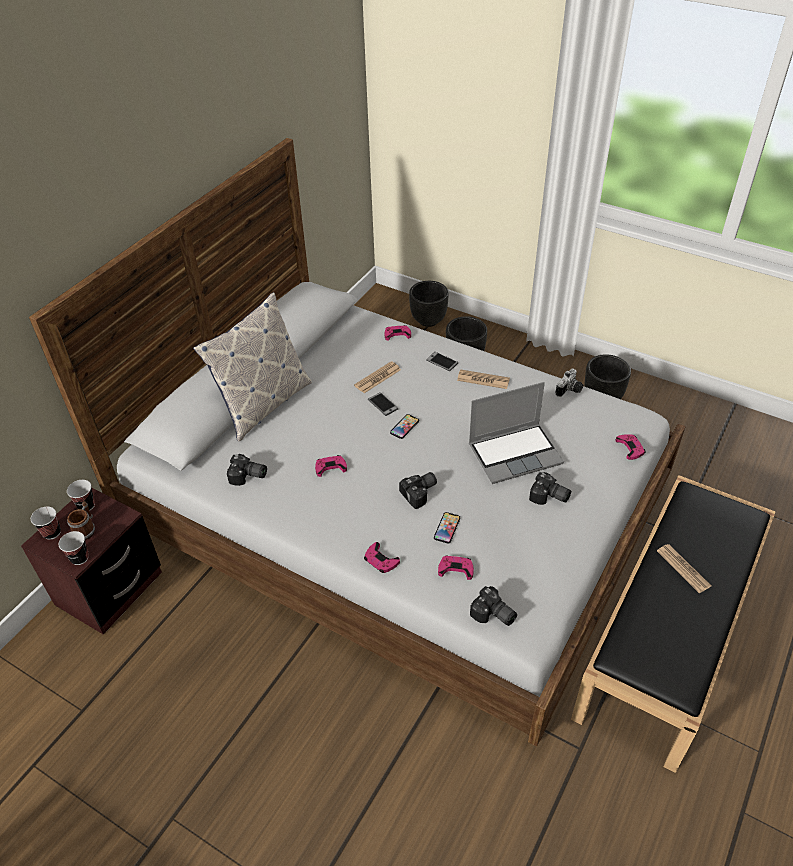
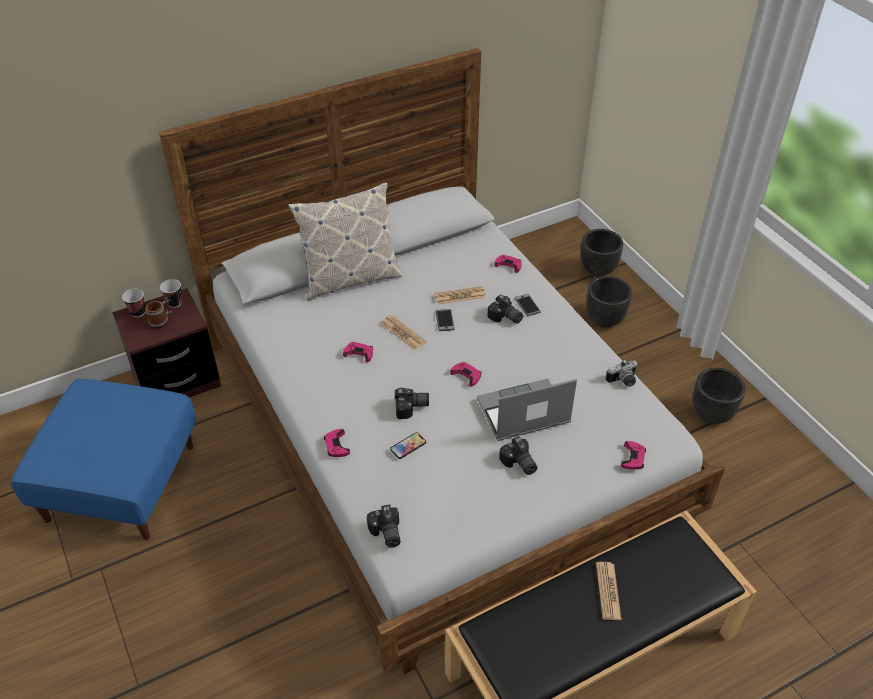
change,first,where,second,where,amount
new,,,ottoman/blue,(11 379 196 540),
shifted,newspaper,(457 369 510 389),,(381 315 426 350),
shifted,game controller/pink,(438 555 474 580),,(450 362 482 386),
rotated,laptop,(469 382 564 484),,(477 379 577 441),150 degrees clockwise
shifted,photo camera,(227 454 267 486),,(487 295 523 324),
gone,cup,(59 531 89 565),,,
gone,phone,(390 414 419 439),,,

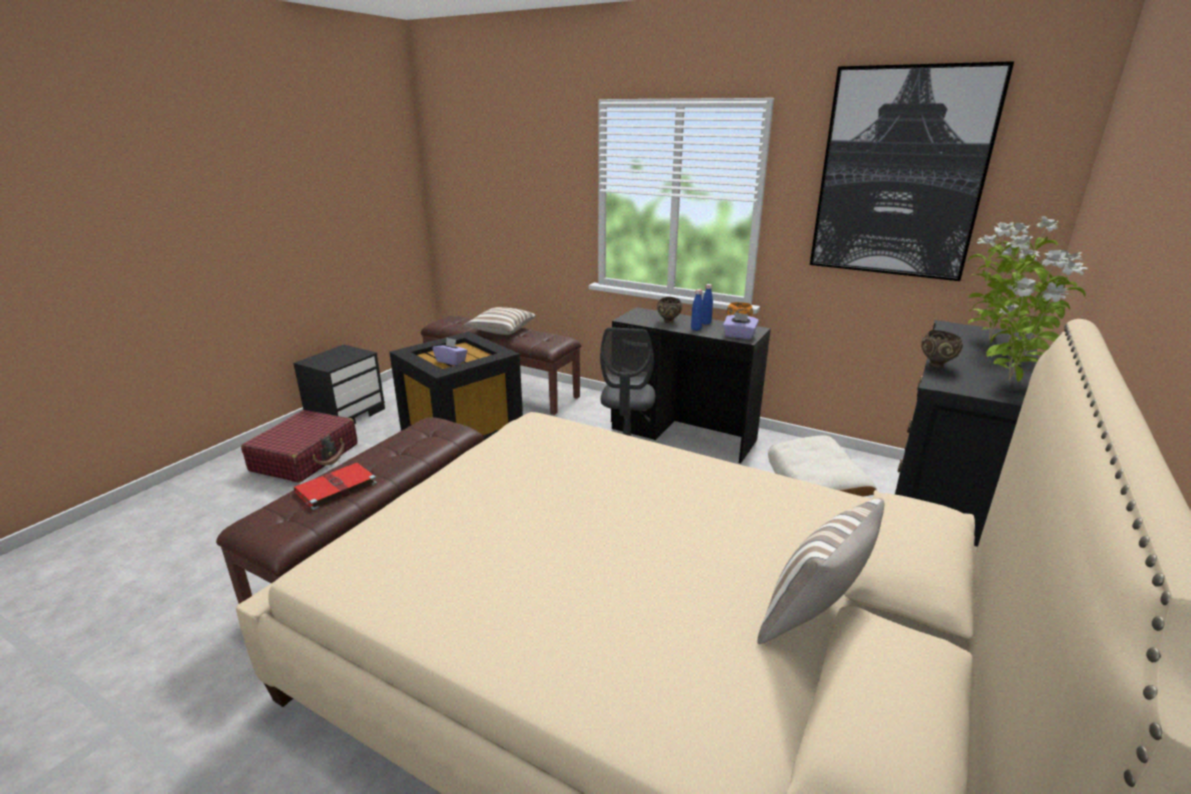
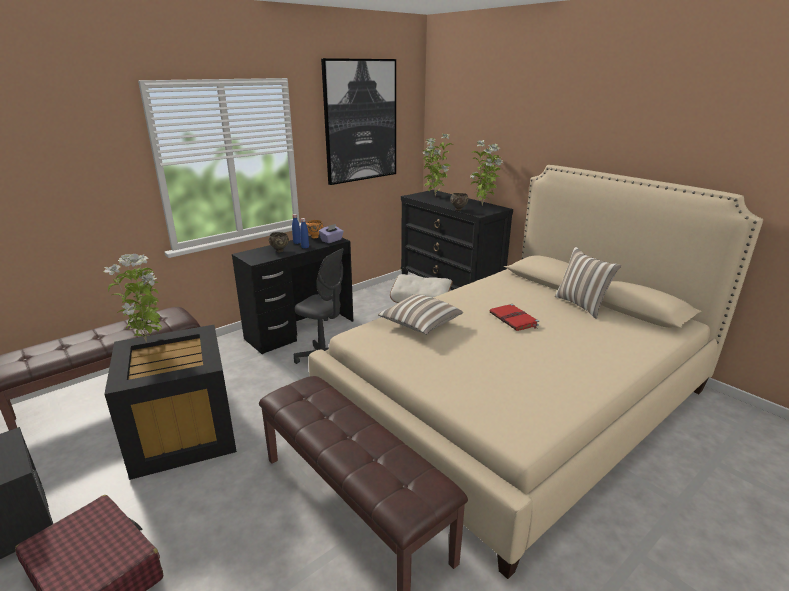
change,first,where,second,where,amount
new,,,potted plant,(104 254 162 342),
shifted,pillow,(464 307 536 335),,(378 294 463 335),
shifted,book/red,(294 463 377 510),,(490 304 539 331),
gone,tissue box/purple,(432 338 468 365),,,

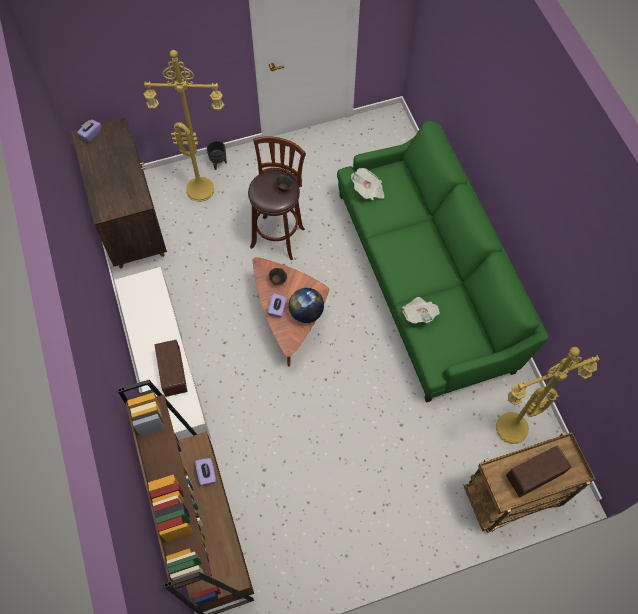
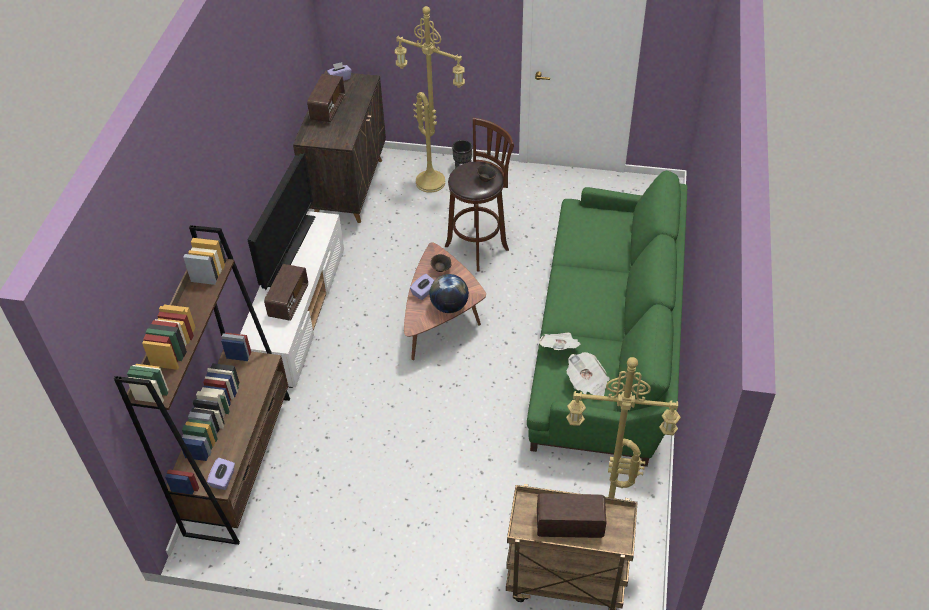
change,first,where,second,where,amount
shifted,tissue box/purple,(195 458 216 486),,(207 458 235 490),
new,,,television,(247 153 315 290),
new,,,radio,(307 74 345 122),
shifted,newspaper,(351 168 385 200),,(567 352 610 396),

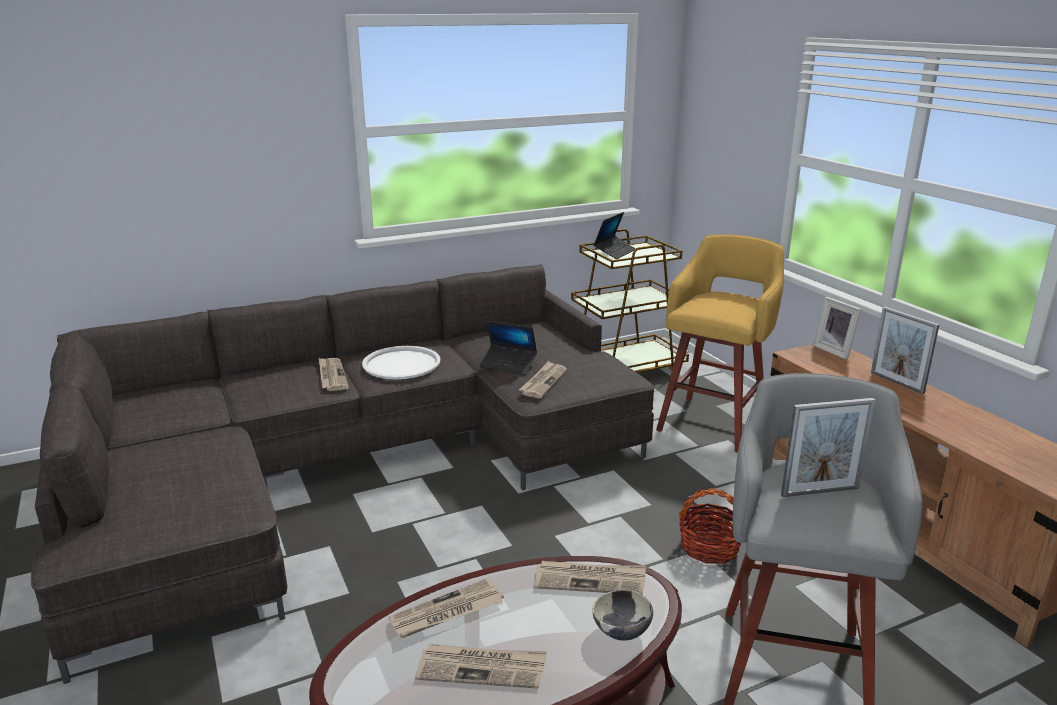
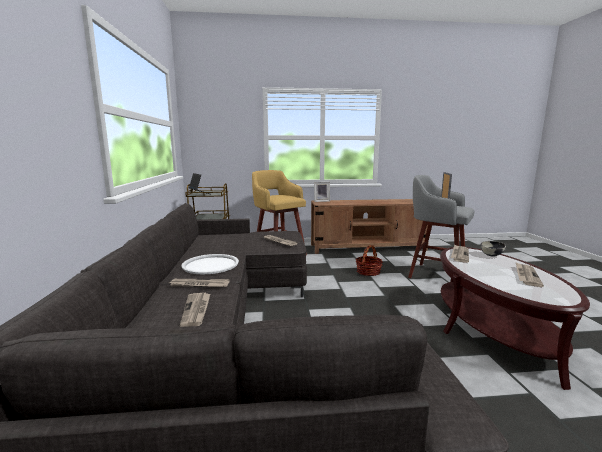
change,first,where,second,where,amount
shifted,newspaper,(389 578 504 638),,(180 293 210 327),
gone,laptop,(479 321 537 375),,,
gone,picture frame,(871 307 939 394),,,

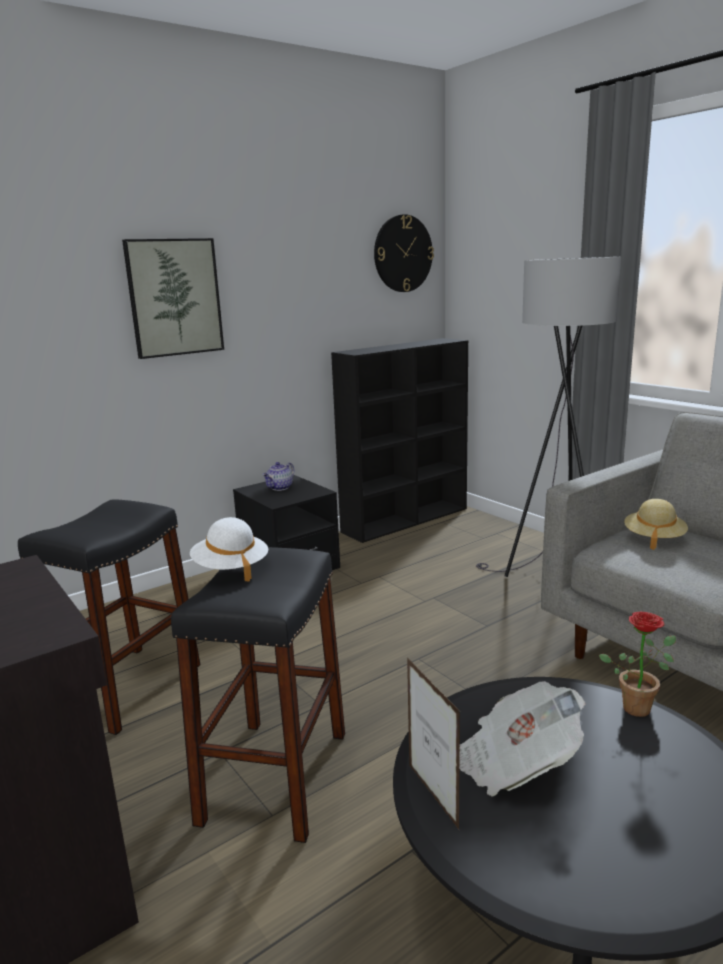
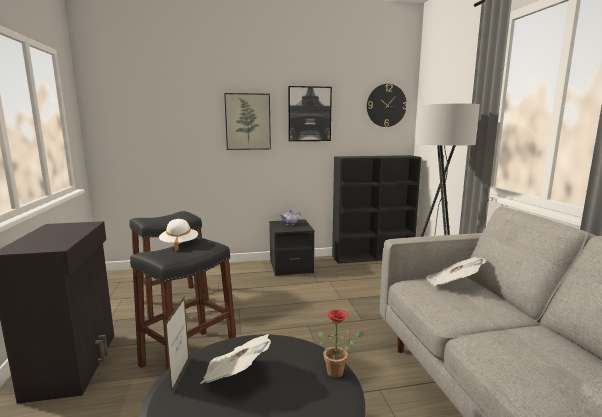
change,first,where,second,where,amount
new,,,picture,(288 86 332 141),
swapped,hat/beige,(624 499 688 550),newspaper,(426 257 486 286),

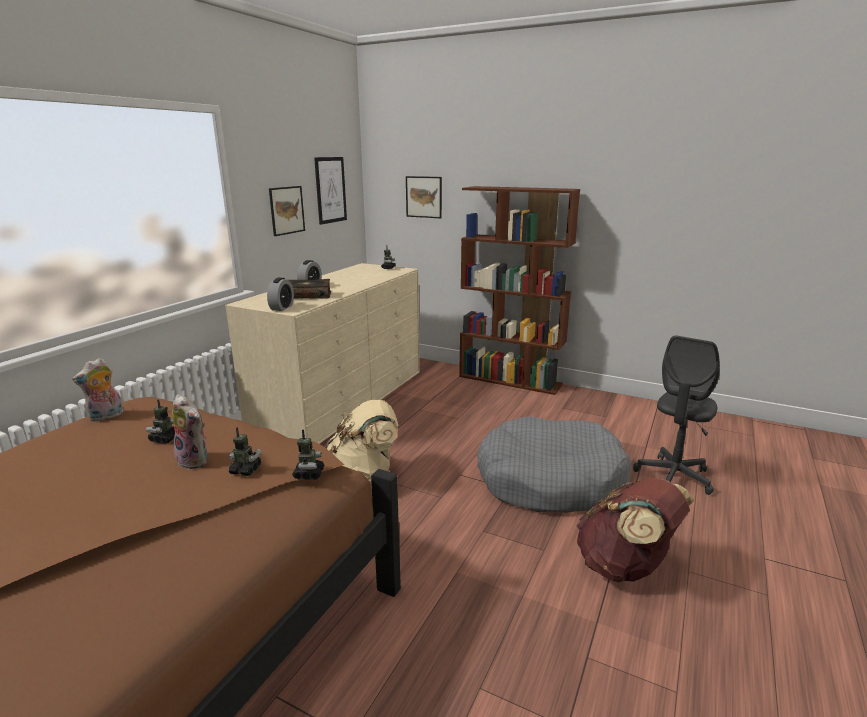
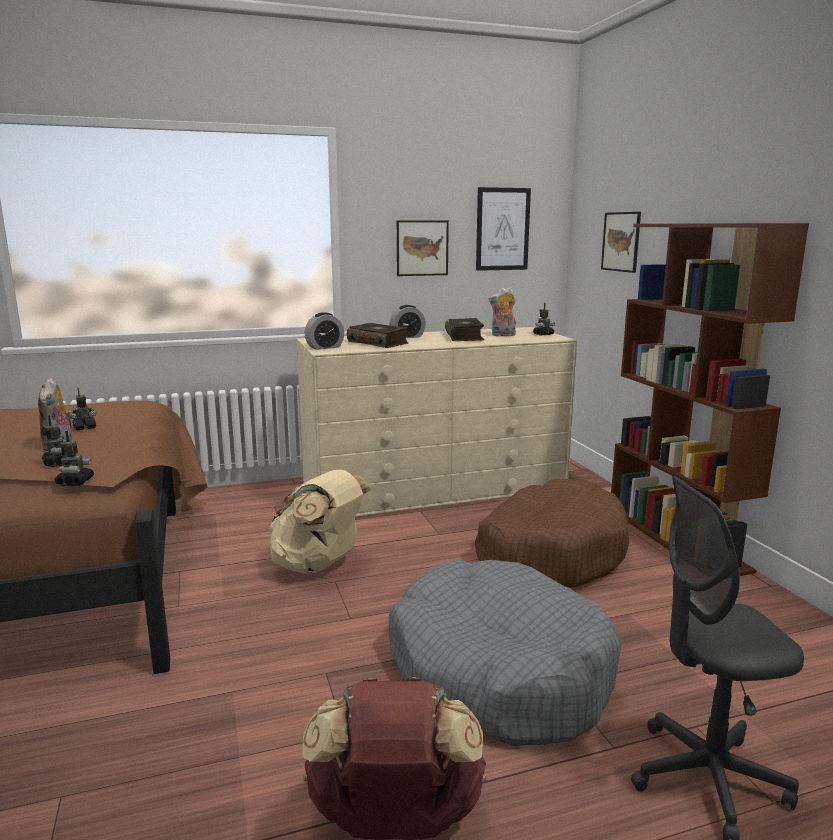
change,first,where,second,where,amount
rotated,toy robot,(292 430 325 480),,(54 431 94 486),45 degrees counterclockwise
new,,,book,(445 318 485 341),
new,,,dog bed/brown,(475 479 629 588),
shifted,plush toy,(72 358 123 422),,(489 287 516 336),

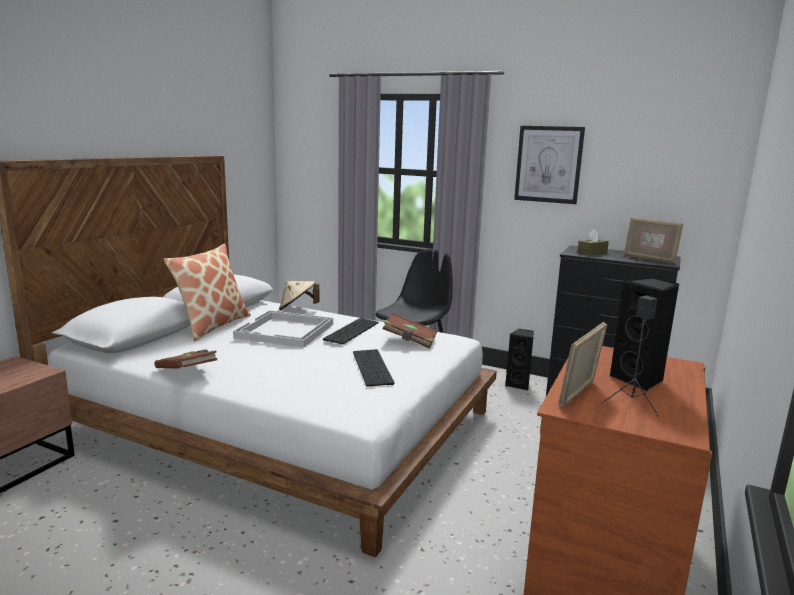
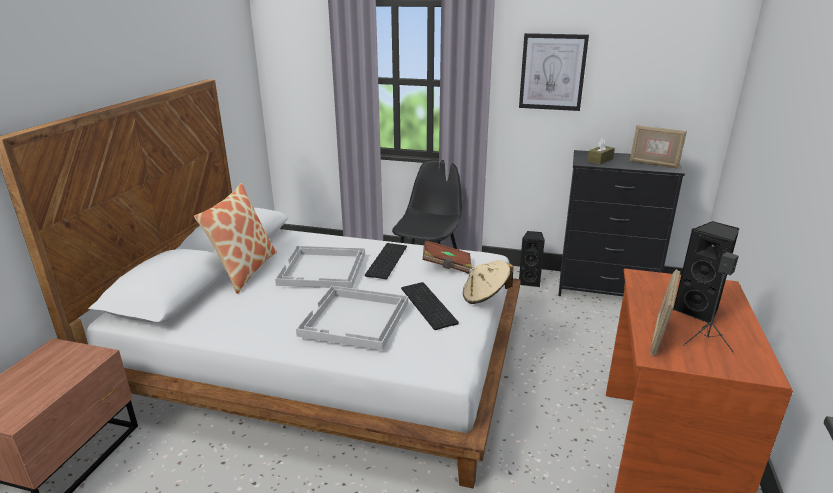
change,first,where,second,where,amount
new,,,tray/white,(296 286 408 350),
shifted,hat/beige,(279 281 320 310),,(463 260 513 304),
gone,book/brown,(155 349 217 368),,,

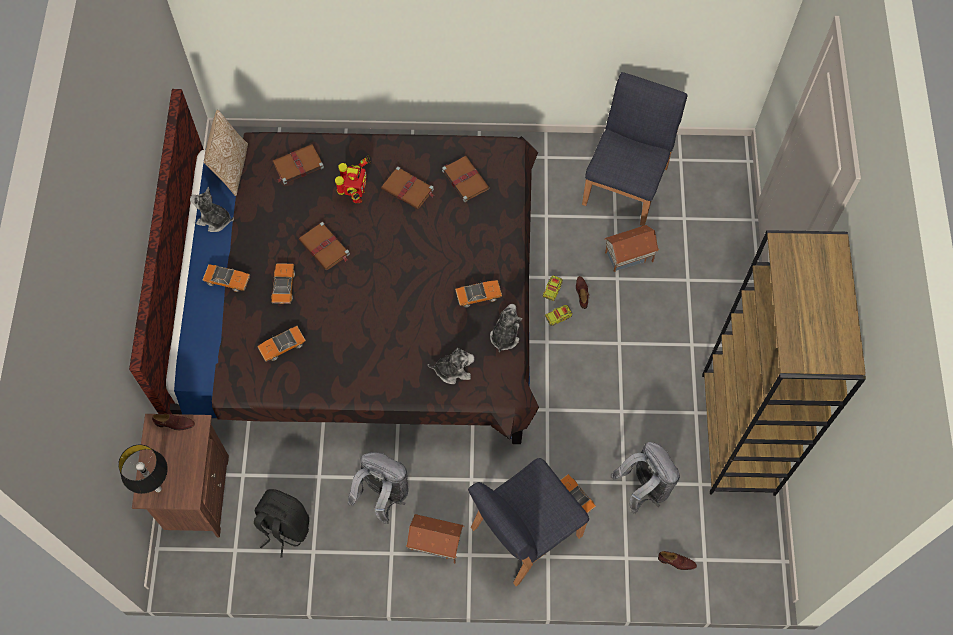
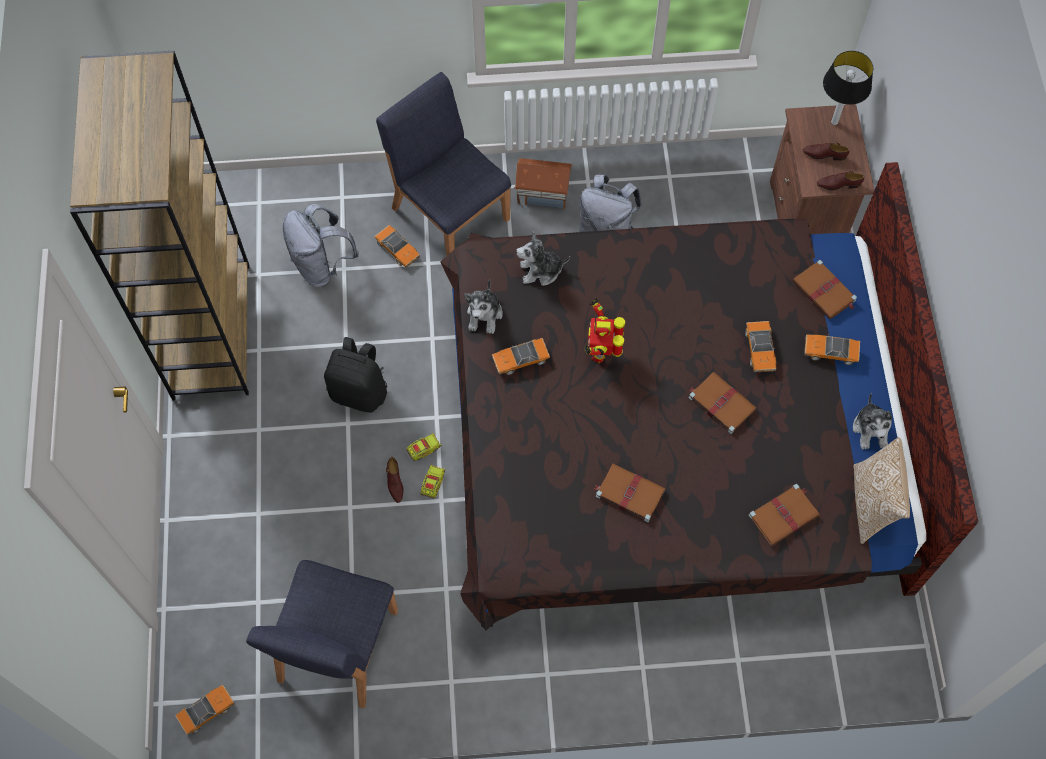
change,first,where,second,where,amount
shifted,toy car,(258 326 306 362),,(175 685 235 735),
shifted,backpack/black,(254 489 309 558),,(324 337 387 413),
rotated,chair/blue,(468 458 589 587),,(376 72 511 256),90 degrees counterclockwise
shifted,toy robot,(335 155 371 203),,(584 297 625 363),
shifted,book/brown,(442 156 489 202),,(792 260 857 319),
shifted,shoe/brown,(658 551 697 570),,(803 143 849 161),
rotated,plush toy,(190 187 234 232),,(853 393 892 449),75 degrees clockwise
gone,toy house,(605 225 659 272),,,

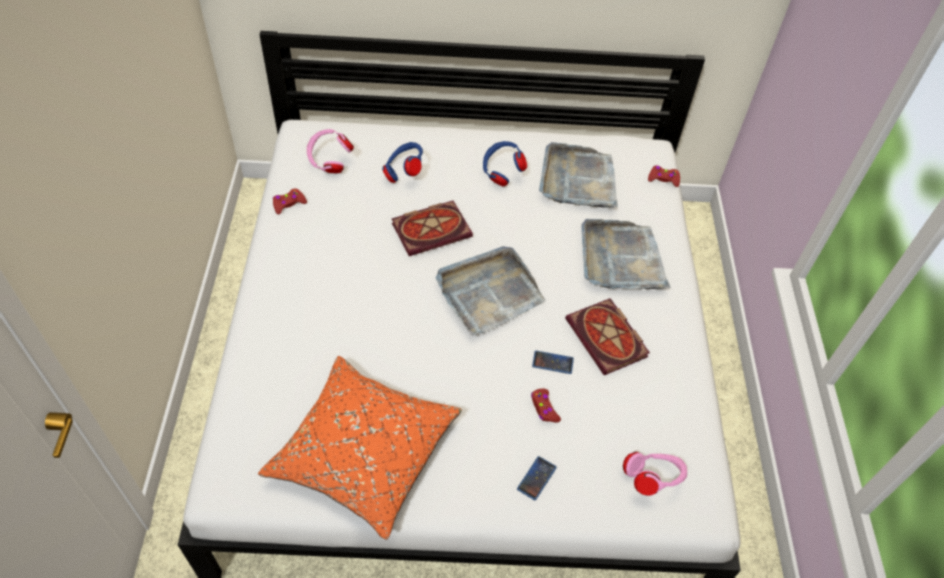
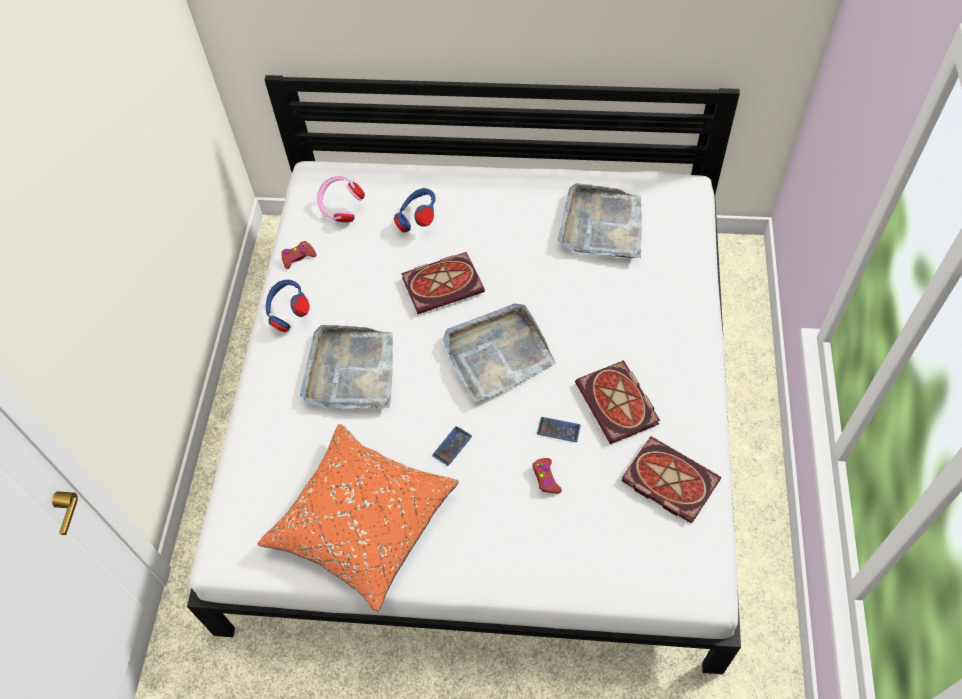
change,first,where,second,where,amount
shifted,headphones/blue,(483 141 527 187),,(266 280 310 332),
shifted,tray/grey,(582 219 671 289),,(300 325 393 409),
shifted,phone,(517 456 557 500),,(432 426 472 466),
new,,,book,(621 436 721 524),
gone,headphones/pink,(623 452 687 496),,,
gone,game controller/red,(648 165 680 187),,,

